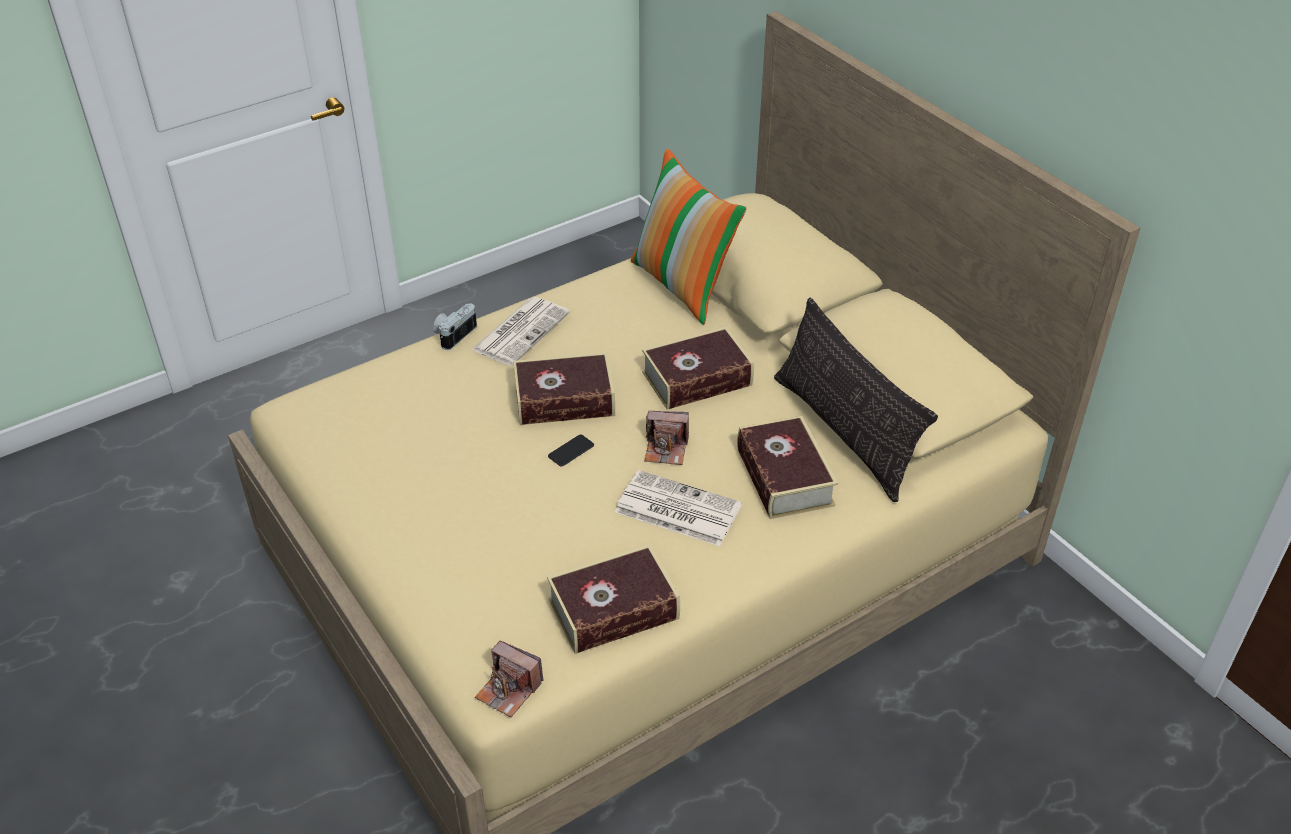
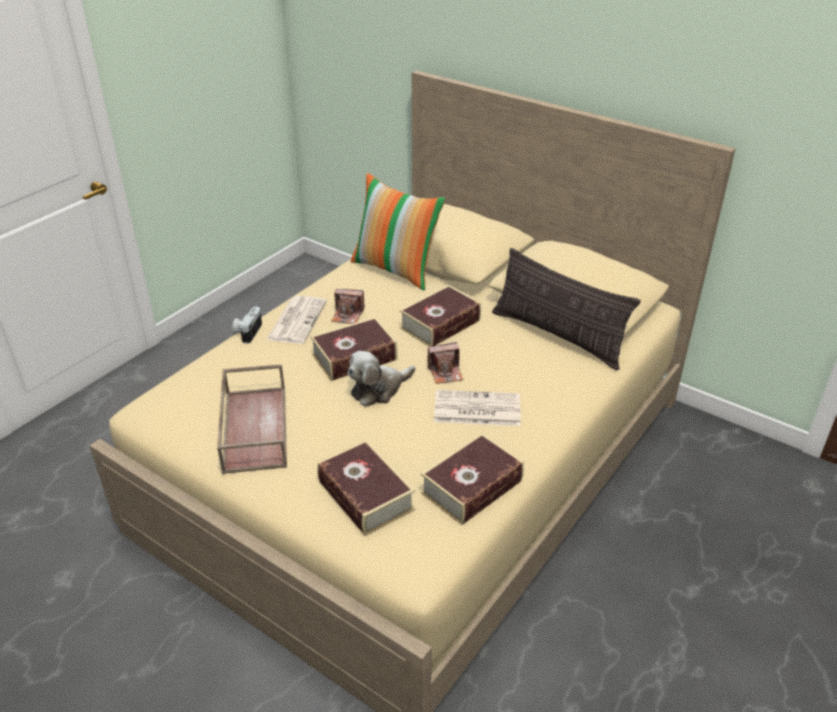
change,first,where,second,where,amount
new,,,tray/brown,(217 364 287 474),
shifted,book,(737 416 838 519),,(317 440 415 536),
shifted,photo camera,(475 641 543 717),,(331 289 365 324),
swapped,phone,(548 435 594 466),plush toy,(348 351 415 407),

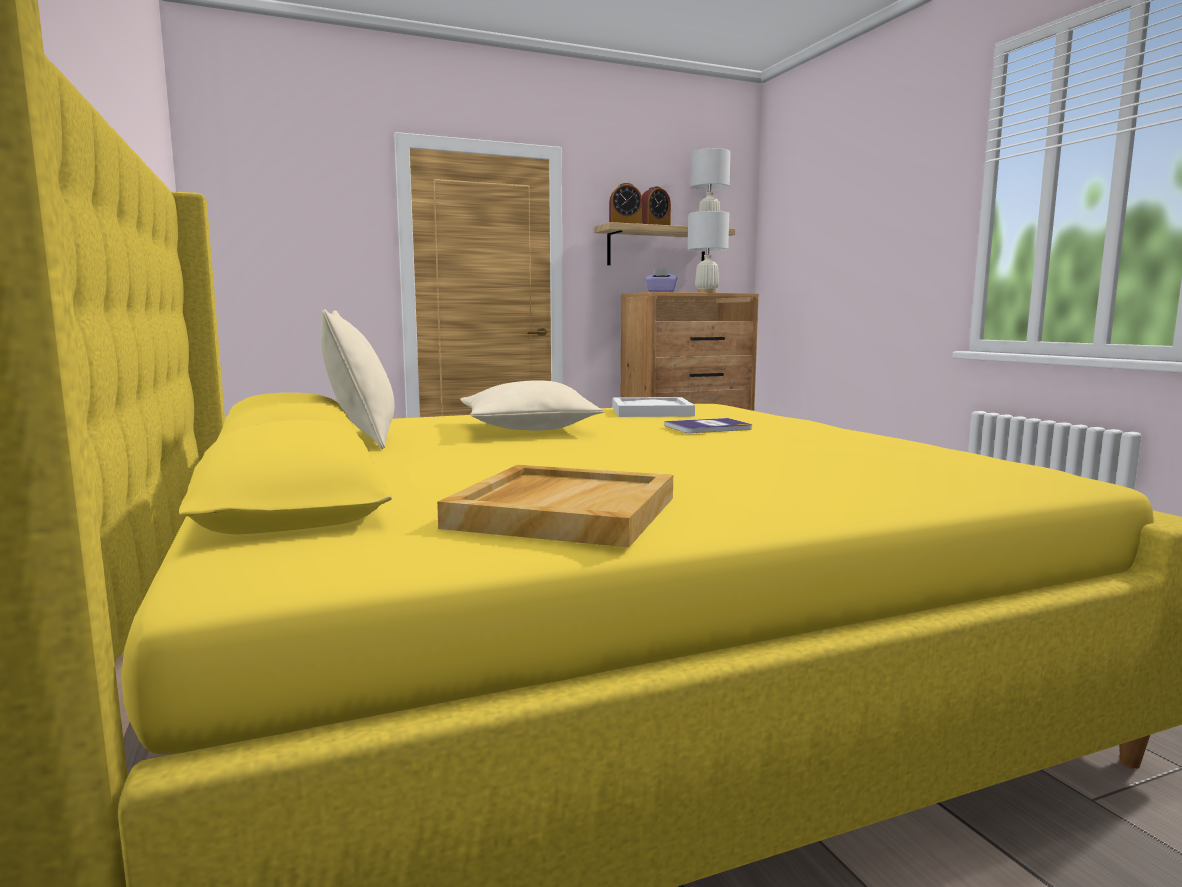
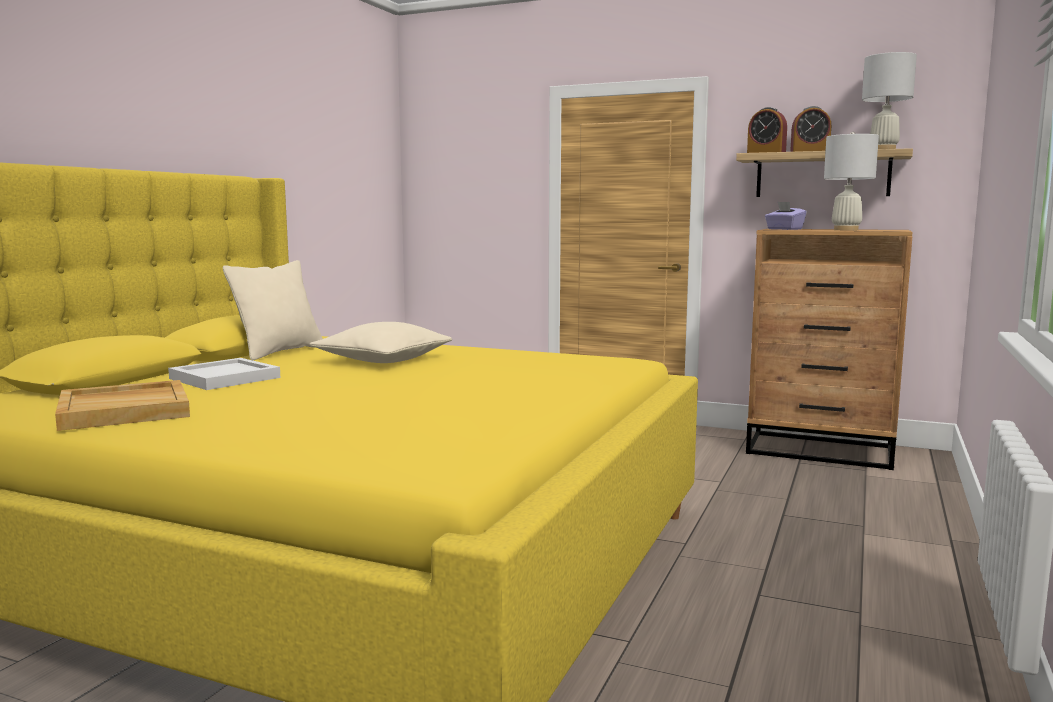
change,first,where,second,where,amount
shifted,tray/white,(613 397 695 417),,(168 358 280 390),
gone,book,(664 418 752 433),,,

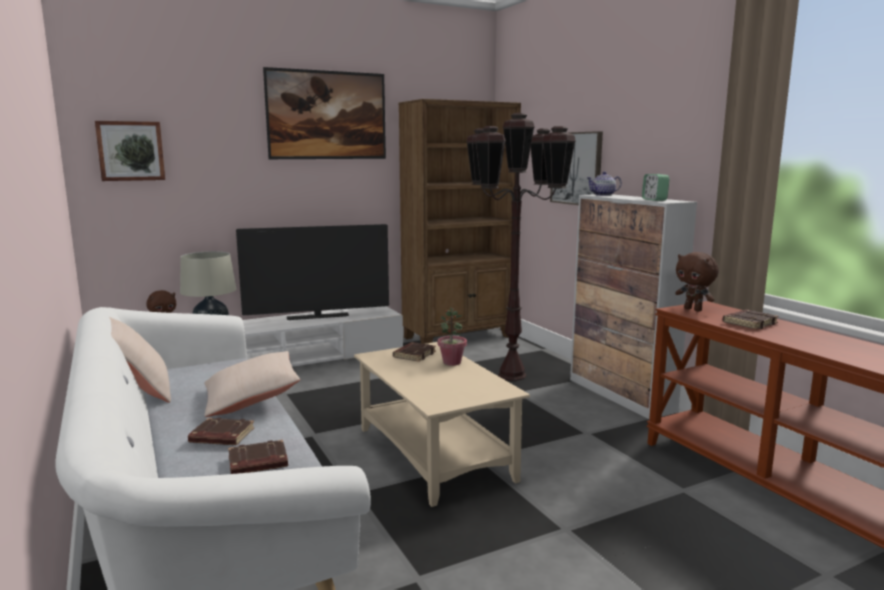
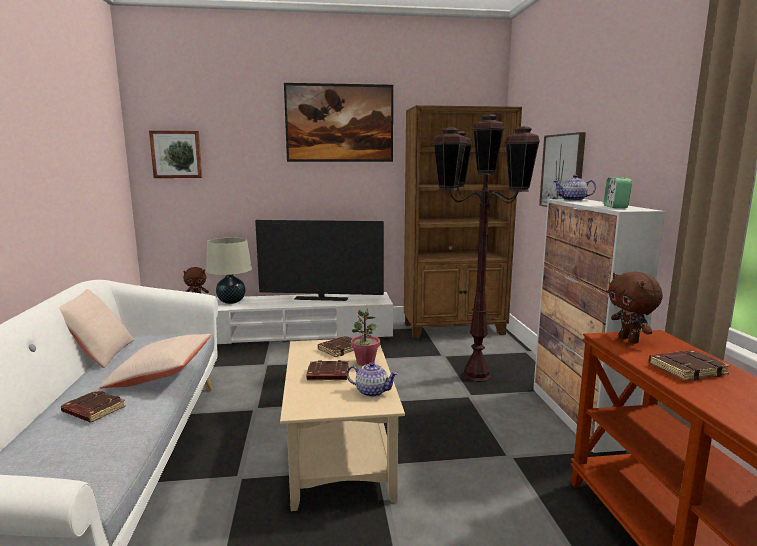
change,first,where,second,where,amount
shifted,book/brown,(228 440 288 474),,(306 360 349 380),
new,,,teapot,(347 362 398 397),

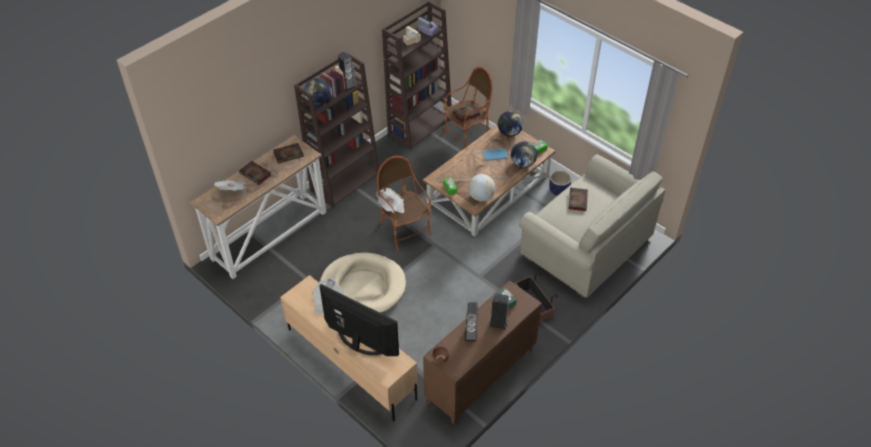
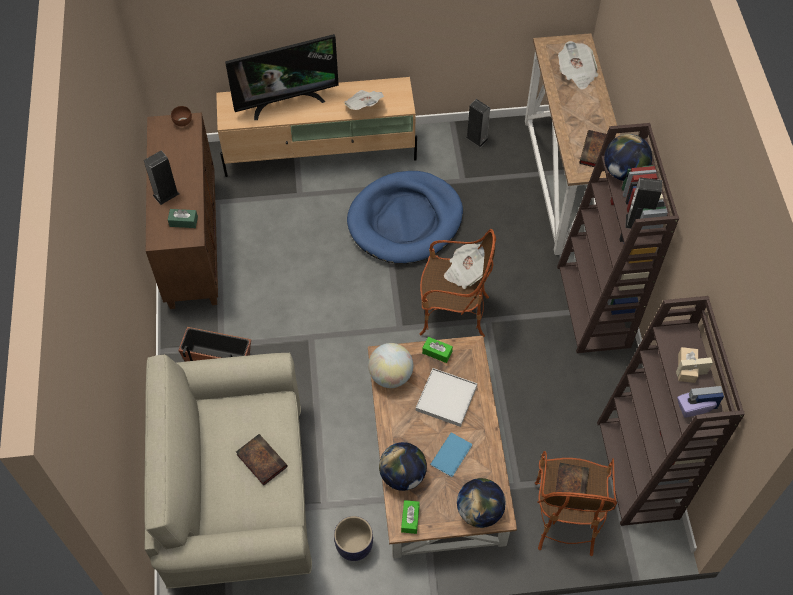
change,first,where,second,where,amount
repainted,dog bed/beige,(320 253 406 313),dog bed/blue,(347 171 463 264),
new,,,tray/white,(416 368 477 427),
shifted,speaker,(465 302 478 342),,(466 99 490 147),
gone,book,(239 161 271 185),,,

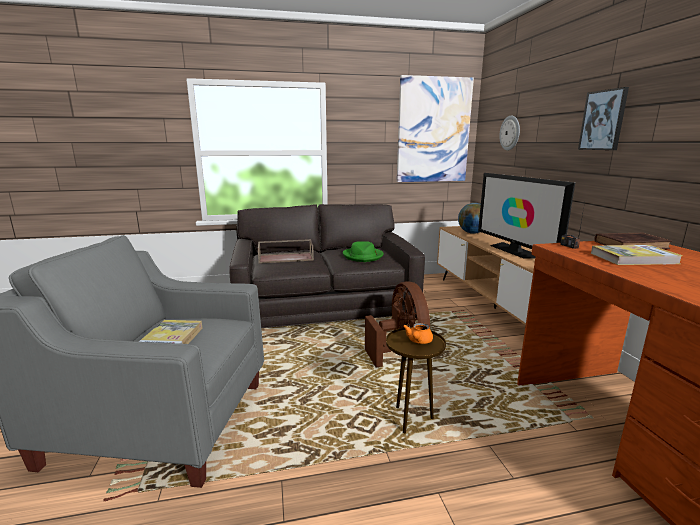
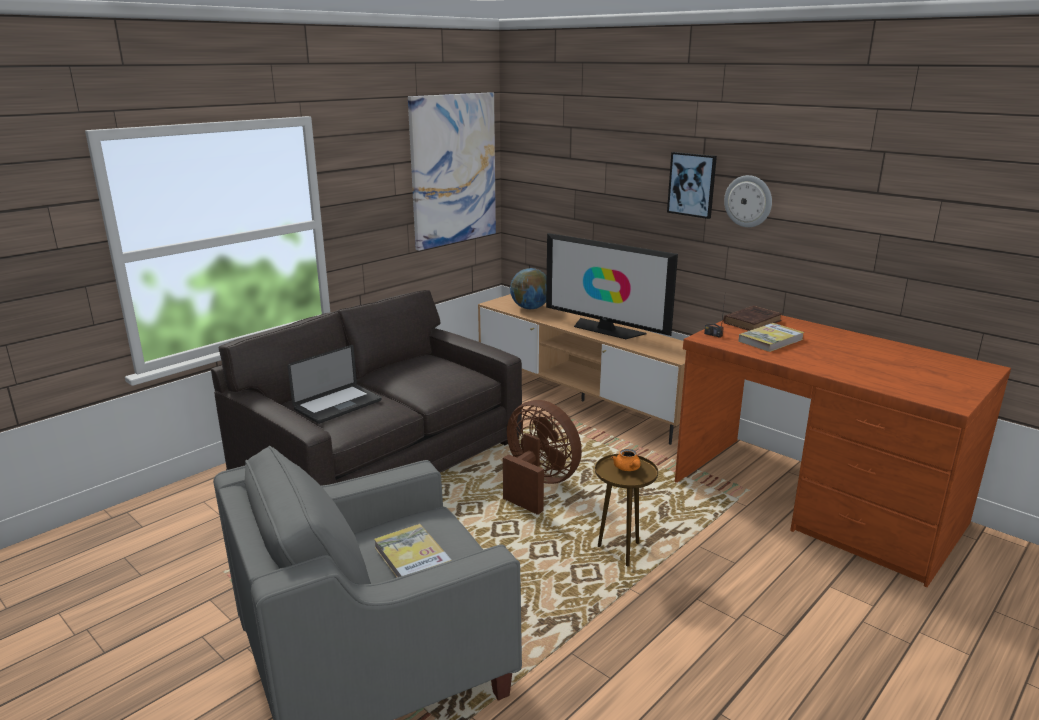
change,first,where,second,where,amount
swapped,tray/brown,(258 239 314 264),laptop,(288 345 382 424),
shifted,wall clock,(499 116 520 150),,(724 175 772 227),
gone,hat/green,(343 241 384 262),,,

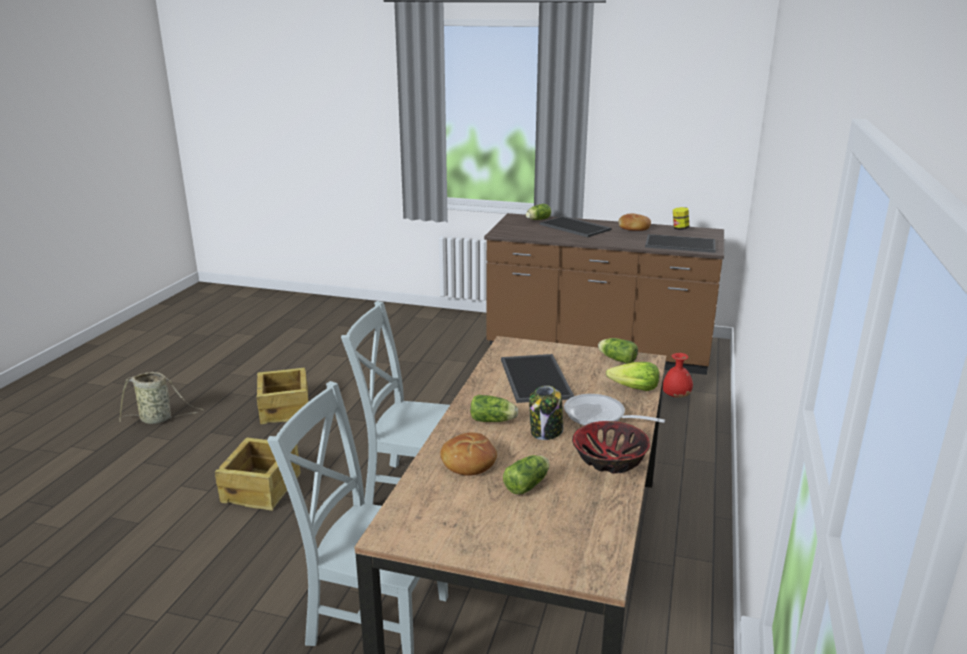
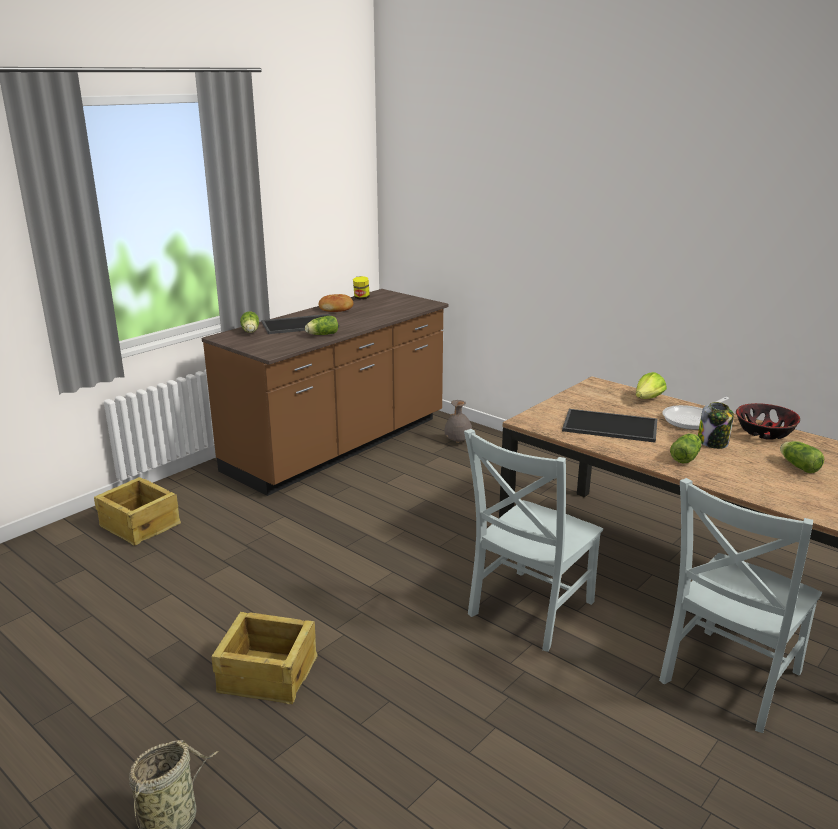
change,first,where,second,where,amount
shifted,crate,(215 437 301 511),,(94 477 181 546),
shifted,lettuce,(598 338 638 364),,(305 316 338 335),
repainted,vase/red,(663 353 693 398),vase/grey,(444 400 472 443),
gone,bread,(440 432 497 475),,,
gone,tray,(645 234 716 253),,,

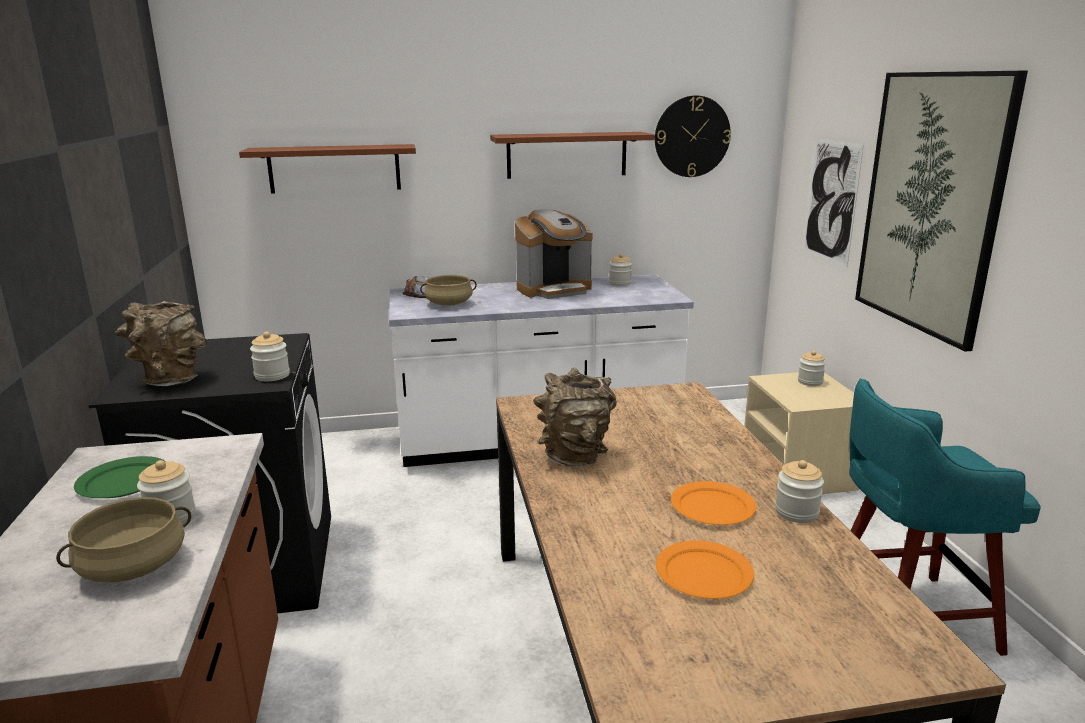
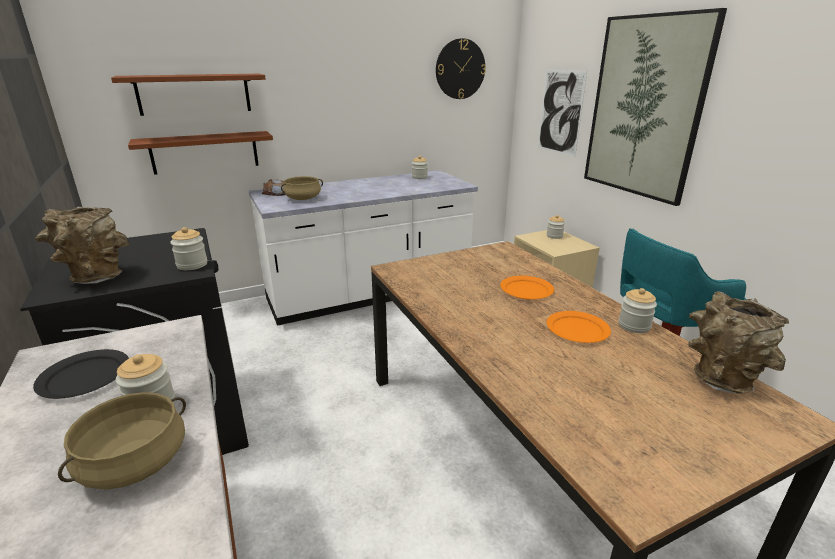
change,first,where,second,where,amount
repainted,plate/green,(74 456 166 498),plate/black,(33 349 129 399),
shifted,shelf/brown,(490 132 655 179),,(128 131 273 175),
shifted,plate/orange,(656 540 754 599),,(500 276 554 300),
shifted,vase/brown,(533 367 617 467),,(688 291 789 394),
gone,coffee machine,(515 209 592 299),,,

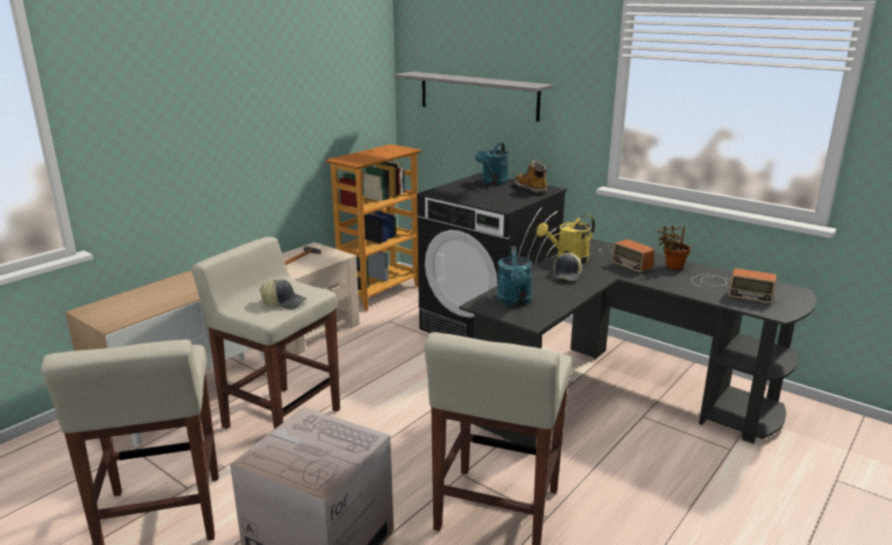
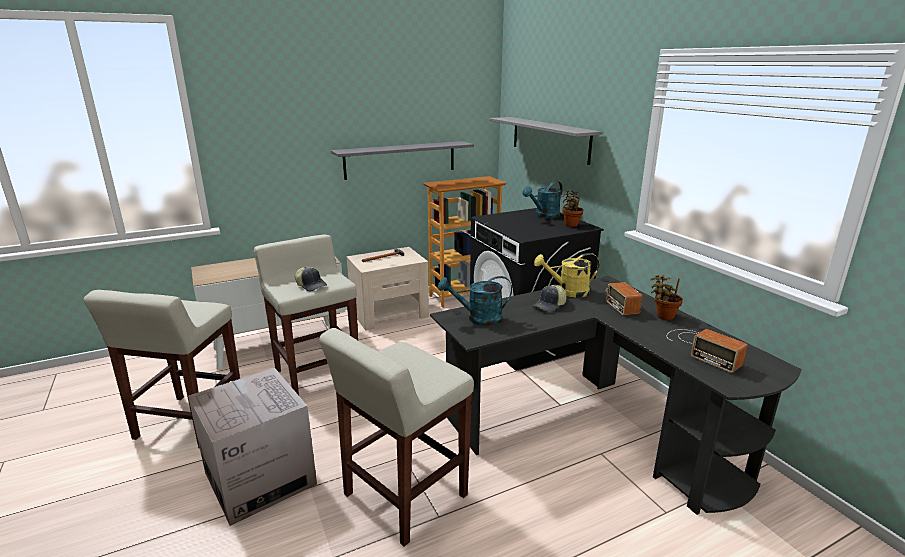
change,first,where,second,where,amount
new,,,shelf/grey,(331 141 474 180),
rotated,watering can/turquoise,(497 246 533 306),,(438 276 512 326),60 degrees clockwise
swapped,boot,(515 160 547 193),potted plant,(562 189 583 227),

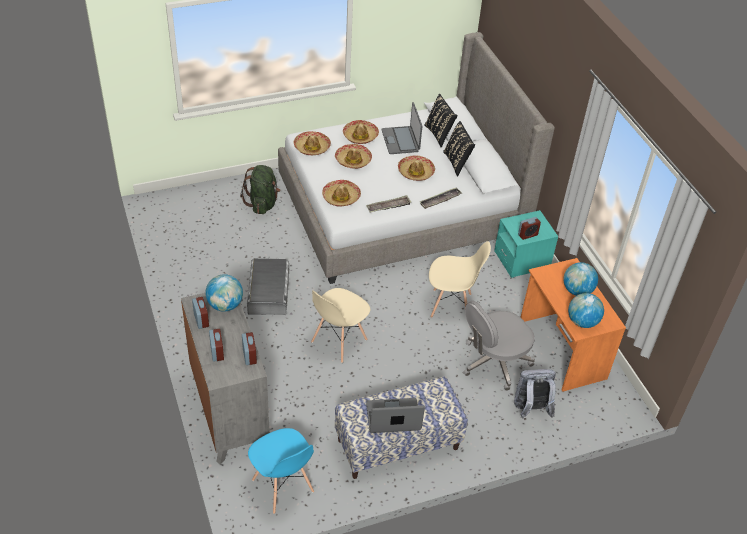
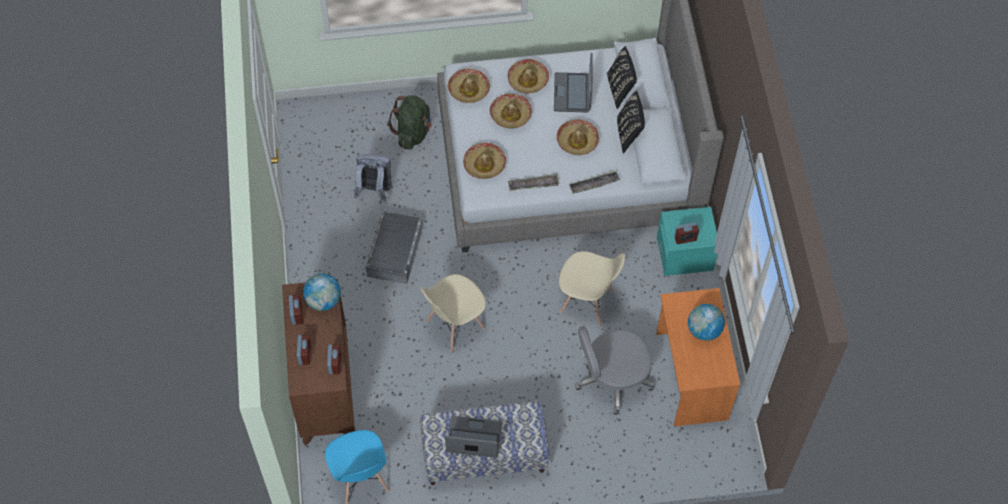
change,first,where,second,where,amount
repainted,dresser/grey,(181 293 270 464),dresser/brown,(282 279 355 446),
shifted,backpack/grey,(514 369 556 418),,(354 154 393 202),
gone,globe,(568 293 604 328),,,

